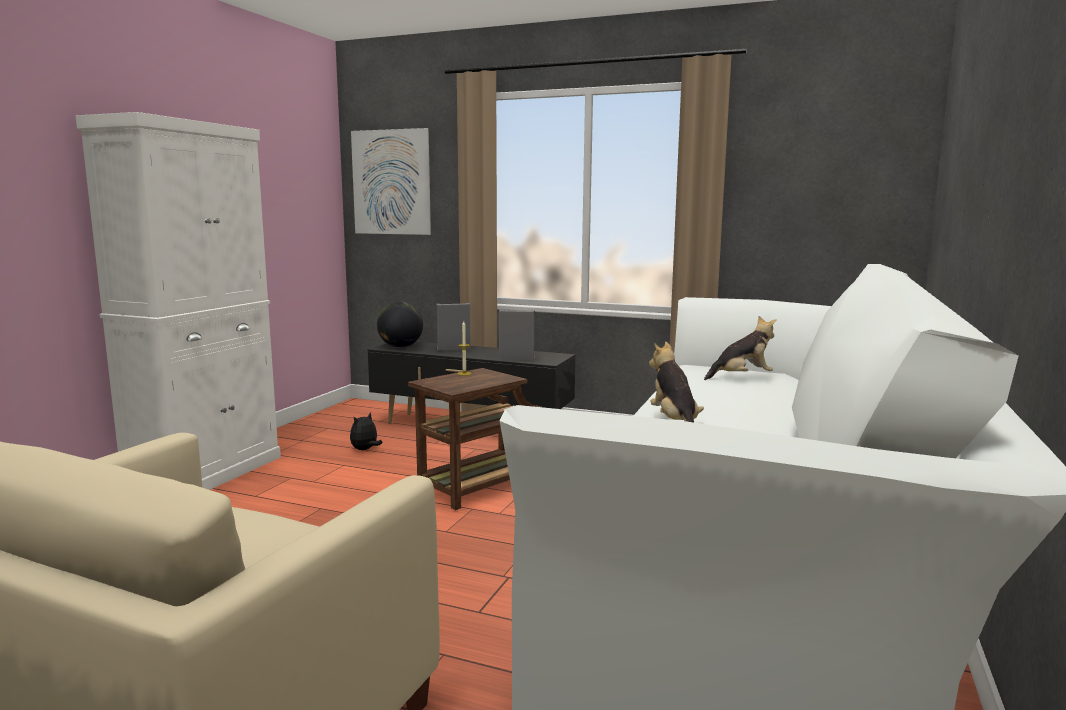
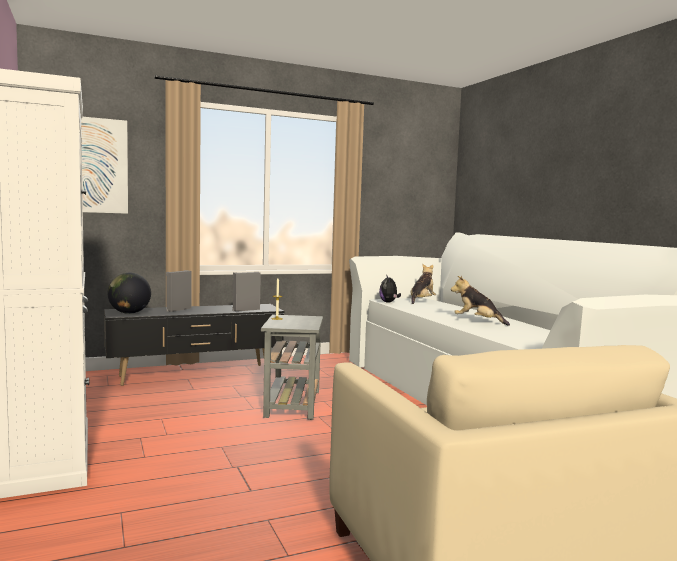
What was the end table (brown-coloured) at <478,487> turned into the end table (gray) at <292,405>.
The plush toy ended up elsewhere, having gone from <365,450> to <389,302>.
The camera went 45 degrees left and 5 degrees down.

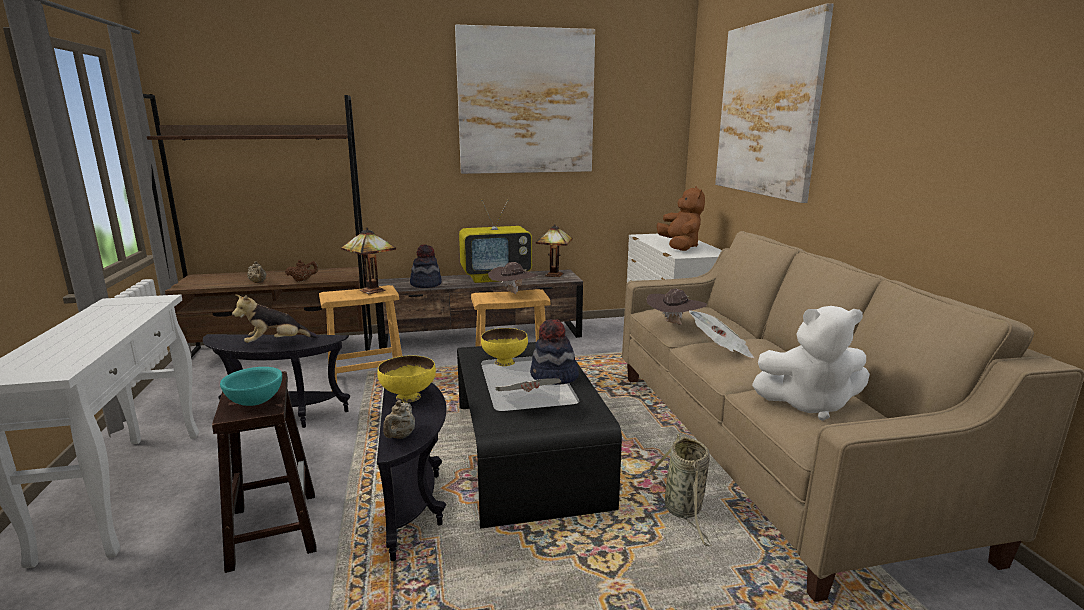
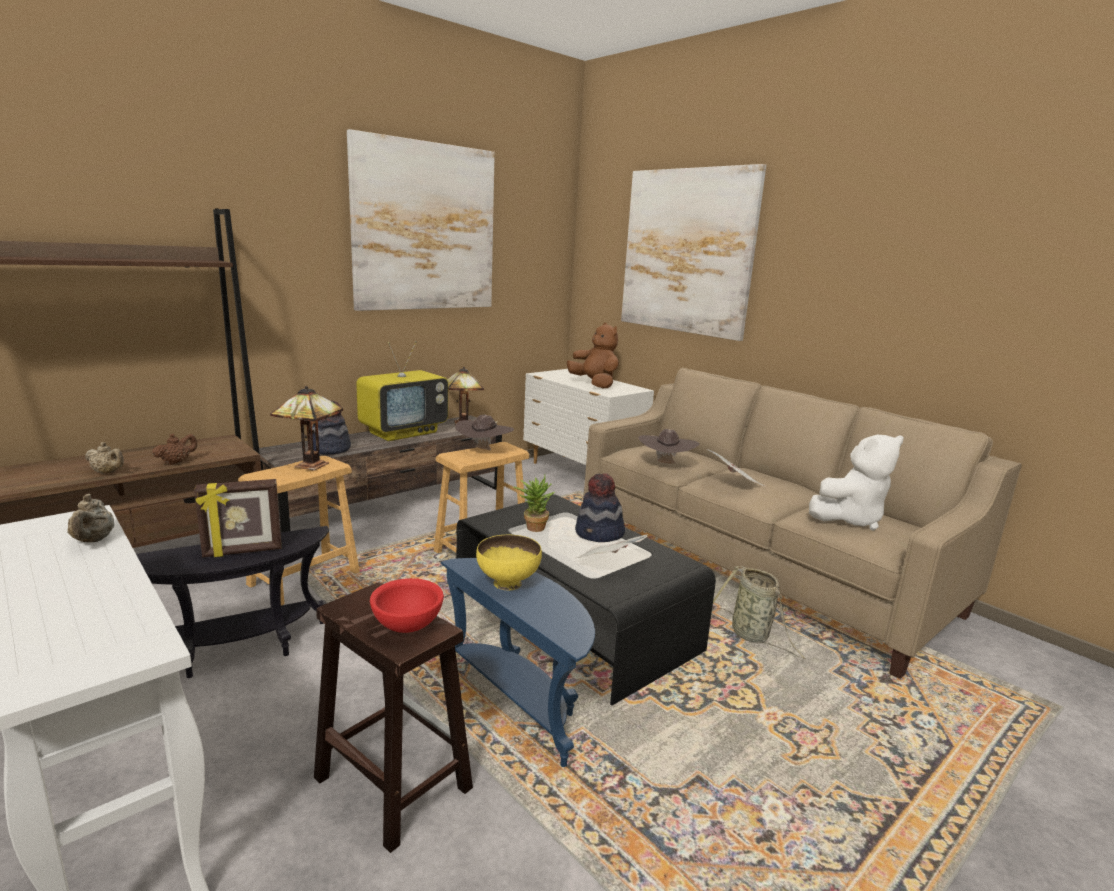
The teapot (beige) ended up elsewhere, having gone from <400,436> to <93,540>.
Where the plush toy stood at <276,343>, the photo frame came to stand at <242,552>.
What was the bowl (turquoise) at <254,402> turned into the bowl (red-coloured) at <407,626>.
What was the end table (black-coloured) at <415,502> turned into the end table (blue-coloured) at <519,701>.
Where the bowl (yellow-coloured) stood at <505,362>, the potted plant came to stand at <533,526>.
The camera went 30 degrees left and 0 degrees up.

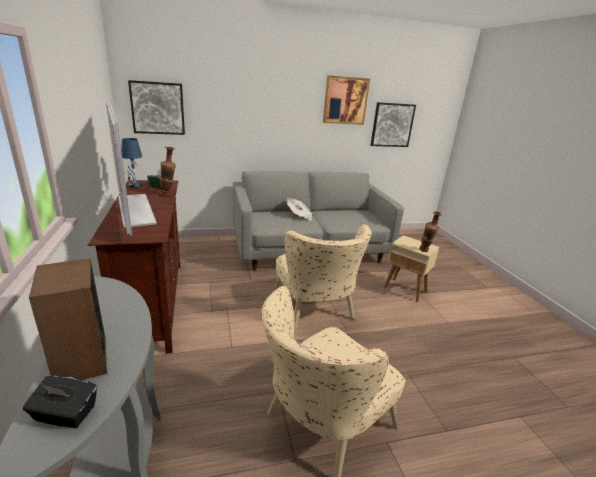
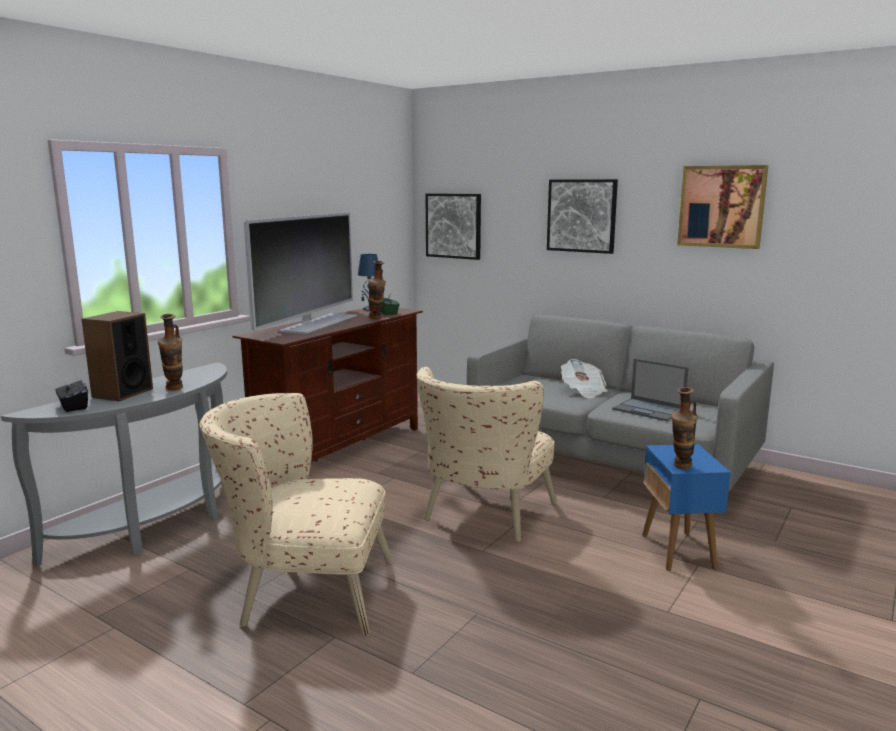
The second view gained the vase at <174,389>.
The wall picture ended up elsewhere, having gone from <392,125> to <581,215>.
The second view gained the portable computer at <649,410>.
What was the end table (beige) at <405,290> turned into the end table (blue-coloured) at <678,551>.
The camera went 50 degrees right and 10 degrees down.

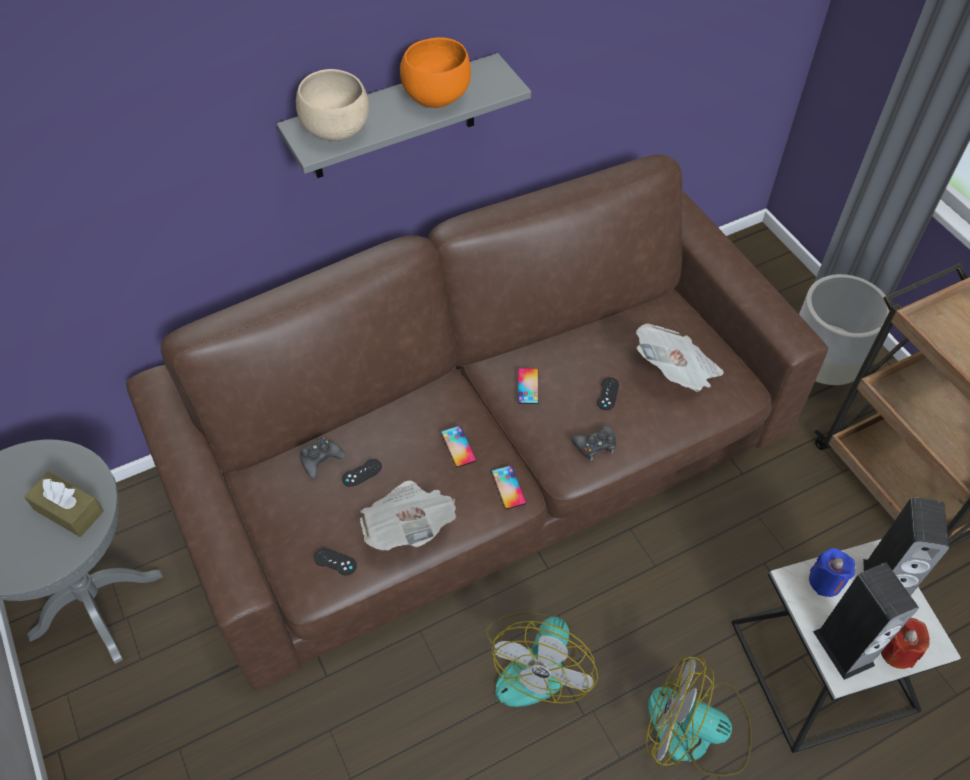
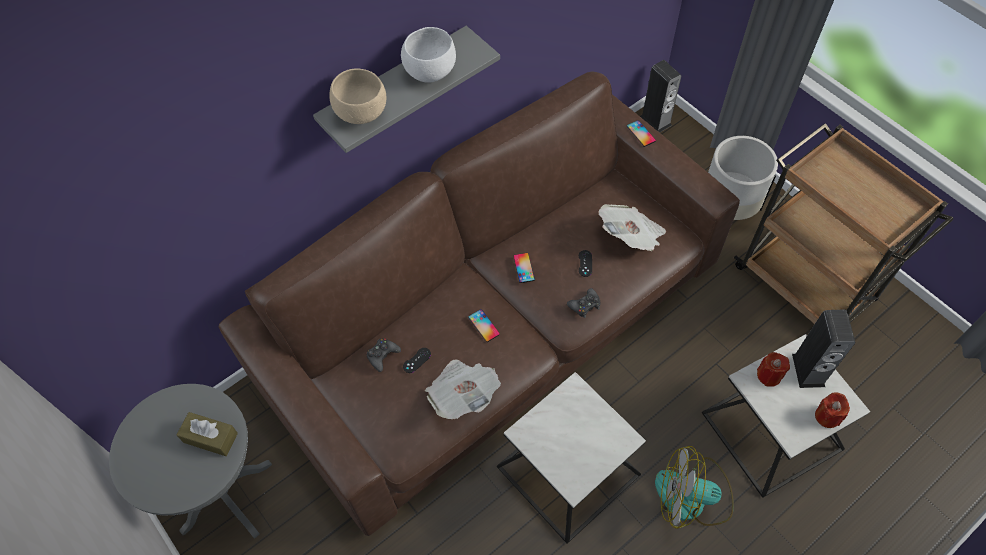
What was the bowl (orangey) at <435,97> turned into the bowl (white-coloured) at <429,72>.
Where the cooling fan stood at <537,662>, the end table came to stand at <569,471>.
The handset ended up elsewhere, having gone from <508,487> to <641,133>.
The loudspeaker ended up elsewhere, having gone from <843,648> to <655,121>.
What was the wax light (blue-coloured) at <825,581> turned into the wax light (red-coloured) at <769,375>.
The second view lost the joypad (black-coloured) at <335,561>.
The camera went 10 degrees left and 5 degrees up.

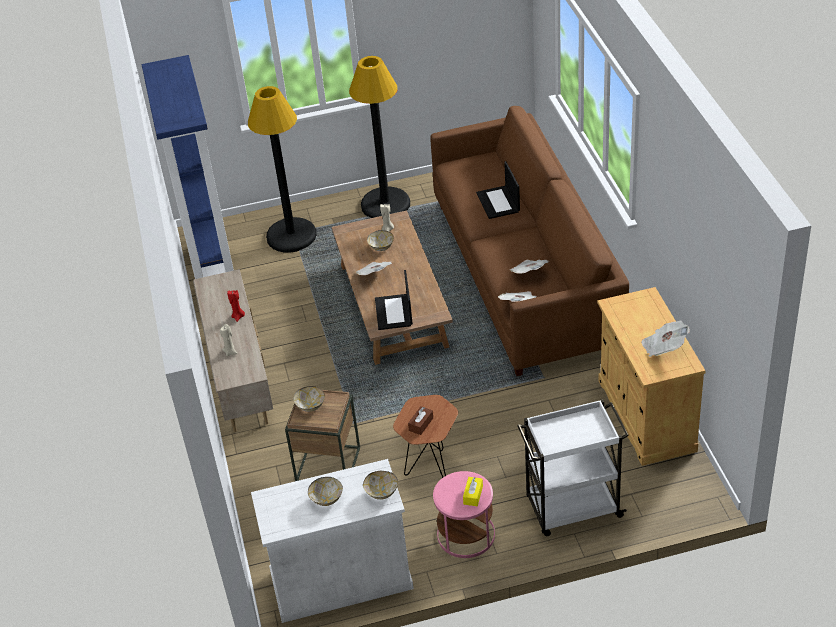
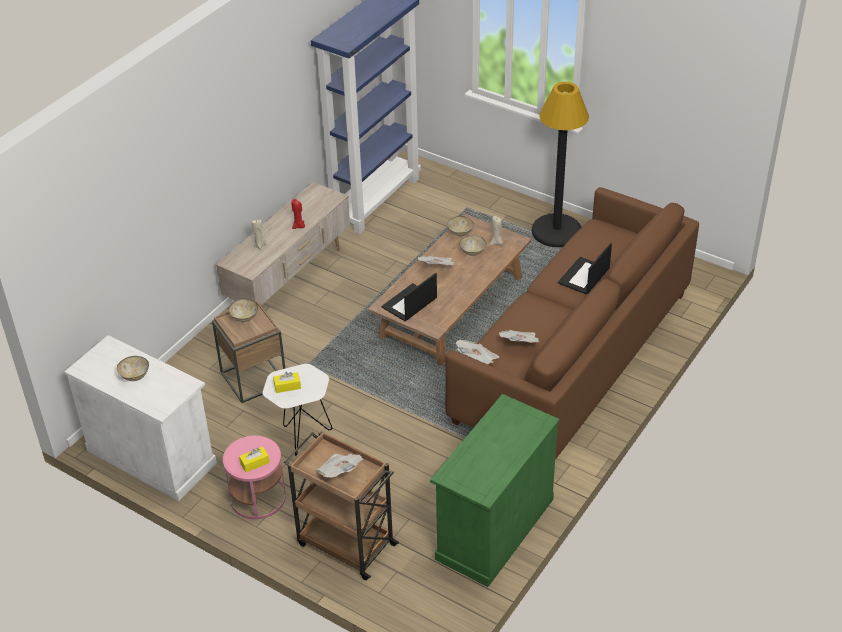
What was the end table (brown-coloured) at <431,471> turned into the end table (white-coloured) at <302,437>.
What was the tissue holder (brown-coloured) at <421,424> turned into the tissue holder (yellow-coloured) at <287,386>.
What was the trolley (white-coloured) at <572,508> turned into the trolley (brown-coloured) at <345,543>.
The printed paper ended up elsewhere, having gone from <664,347> to <340,472>.
What was the storage cabinet (beige) at <646,415> turned into the storage cabinet (green) at <494,528>.
The bowl ended up elsewhere, having gone from <382,492> to <460,232>.
The second view lost the standing lamp (black-coloured) at <291,236>.
The camera went 45 degrees right and 0 degrees up.

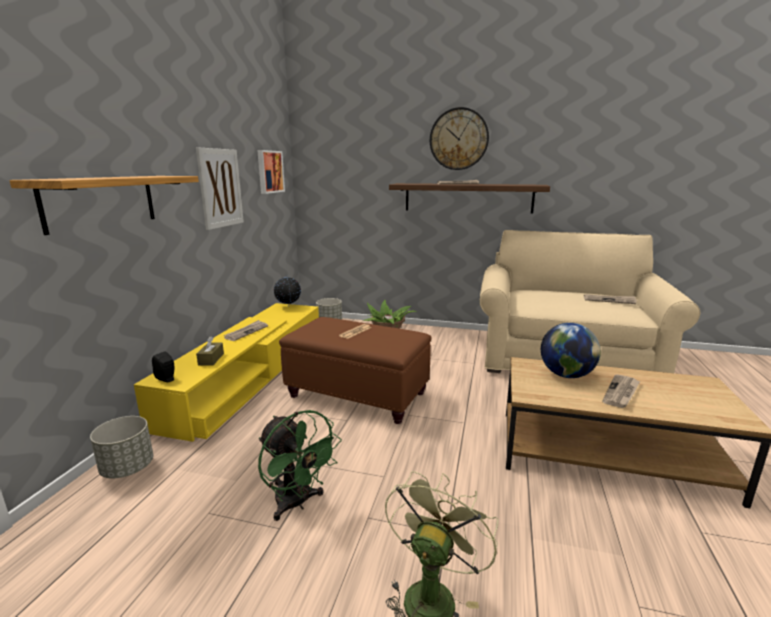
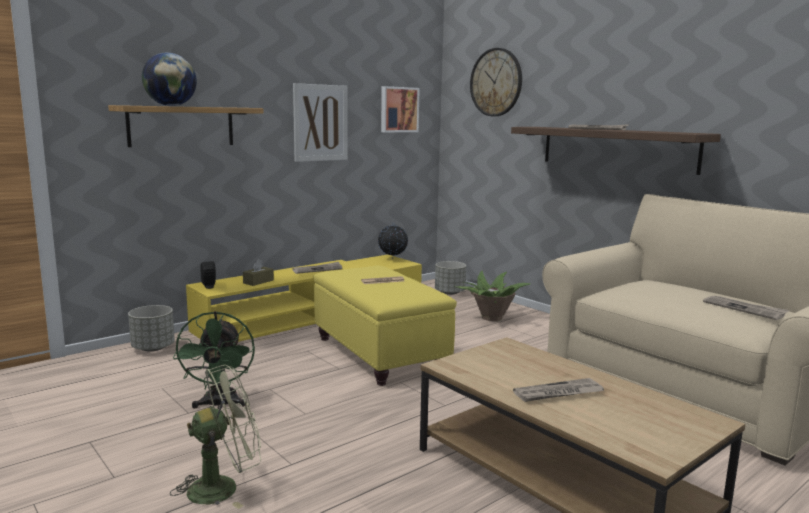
The globe ended up elsewhere, having gone from <566,375> to <171,106>.
What was the footrest (brown-coloured) at <358,395> turned into the footrest (yellow-coloured) at <380,354>.
The hanging clock ended up elsewhere, having gone from <459,139> to <496,82>.
The camera went 35 degrees right and 5 degrees down.

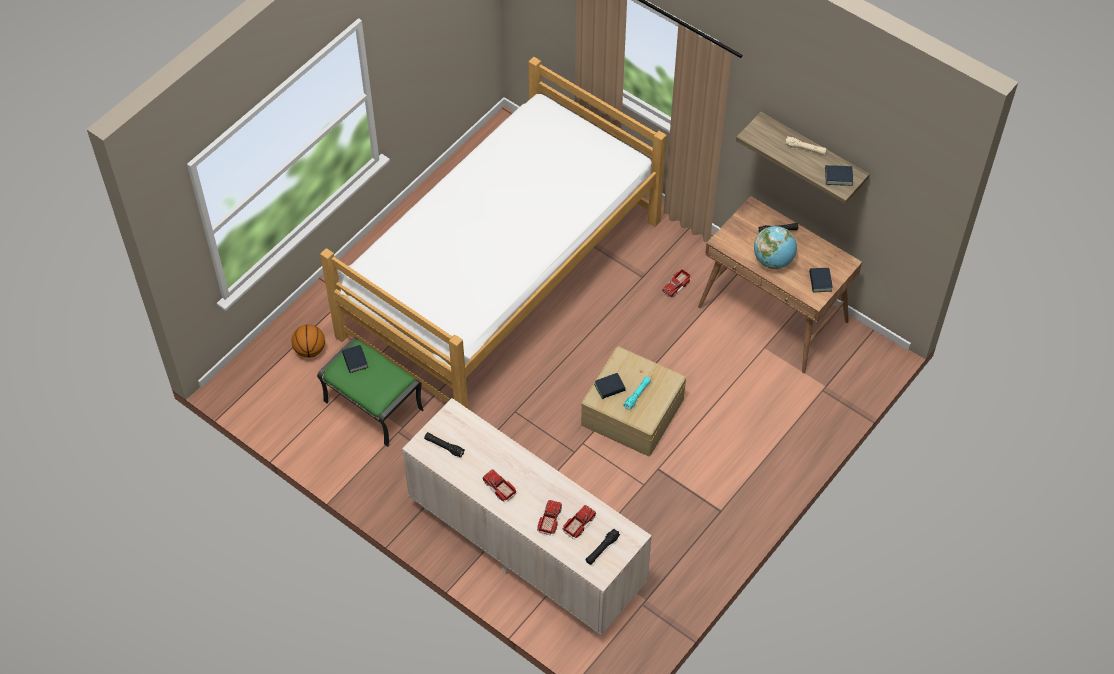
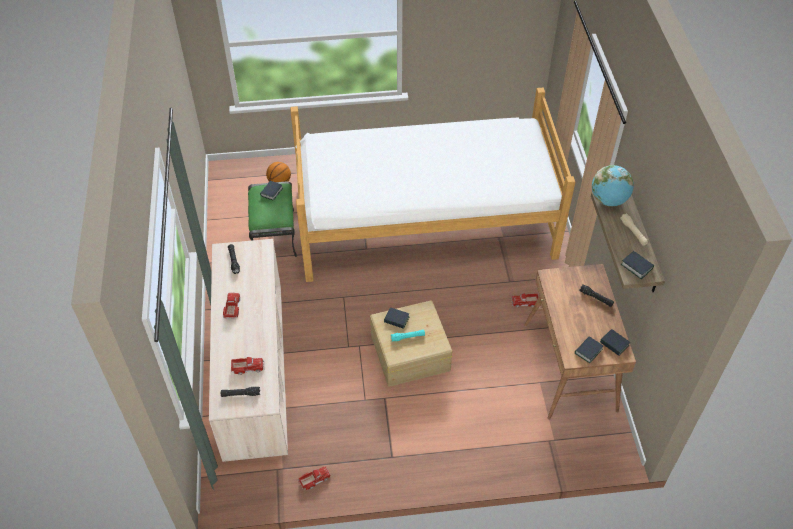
The toy lorry ended up elsewhere, having gone from <550,519> to <315,479>.
The globe ended up elsewhere, having gone from <773,260> to <608,200>.
The second view gained the bound book at <614,344>.
The camera went 45 degrees right and 5 degrees down.

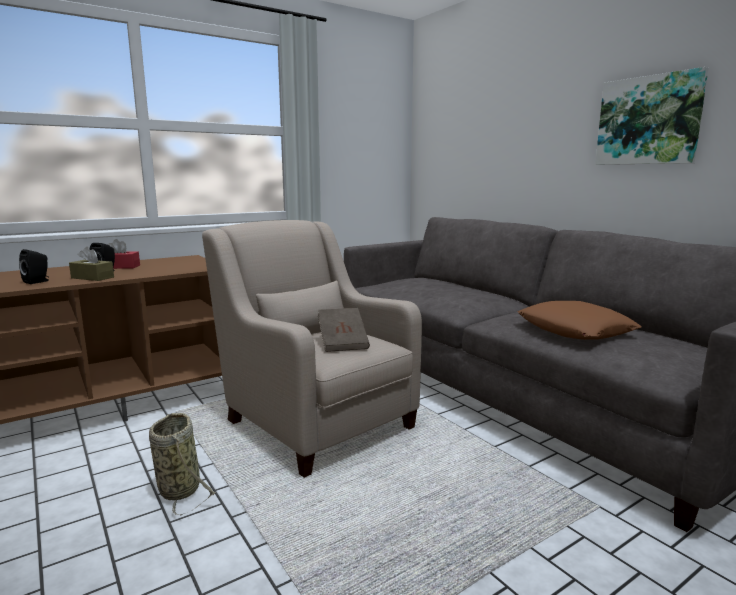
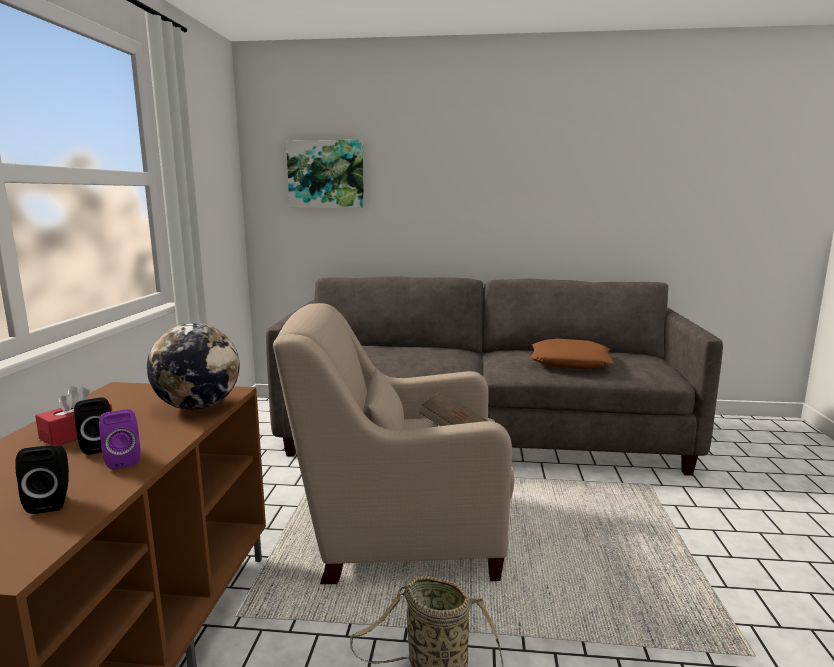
Where the tissue holder (brown-coloured) stood at <92,277>, the loudspeaker (purplish) came to stand at <123,460>.
The second view gained the globe at <198,407>.
The wall picture ended up elsewhere, having gone from <648,120> to <326,174>.
The camera went 50 degrees left and 0 degrees up.

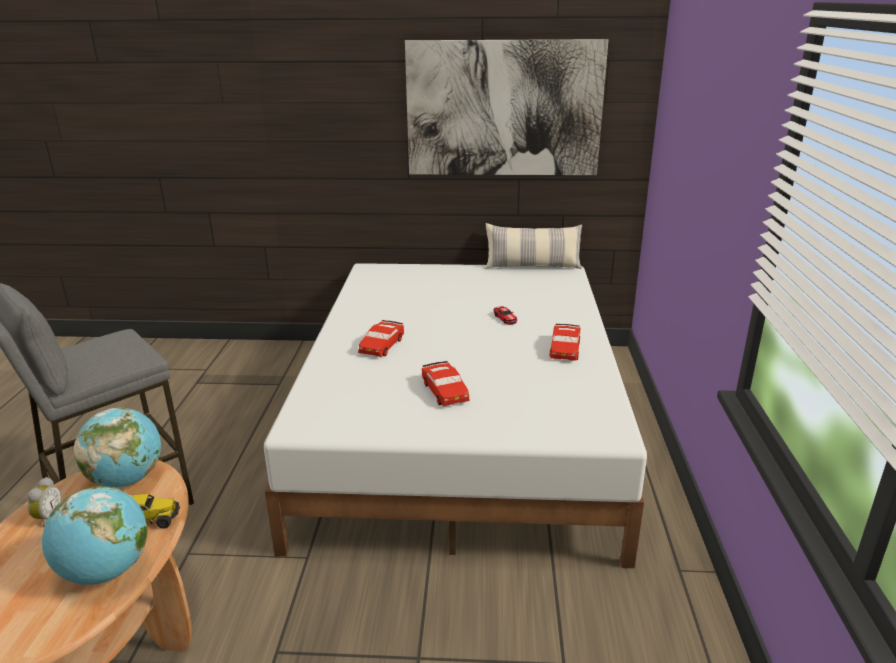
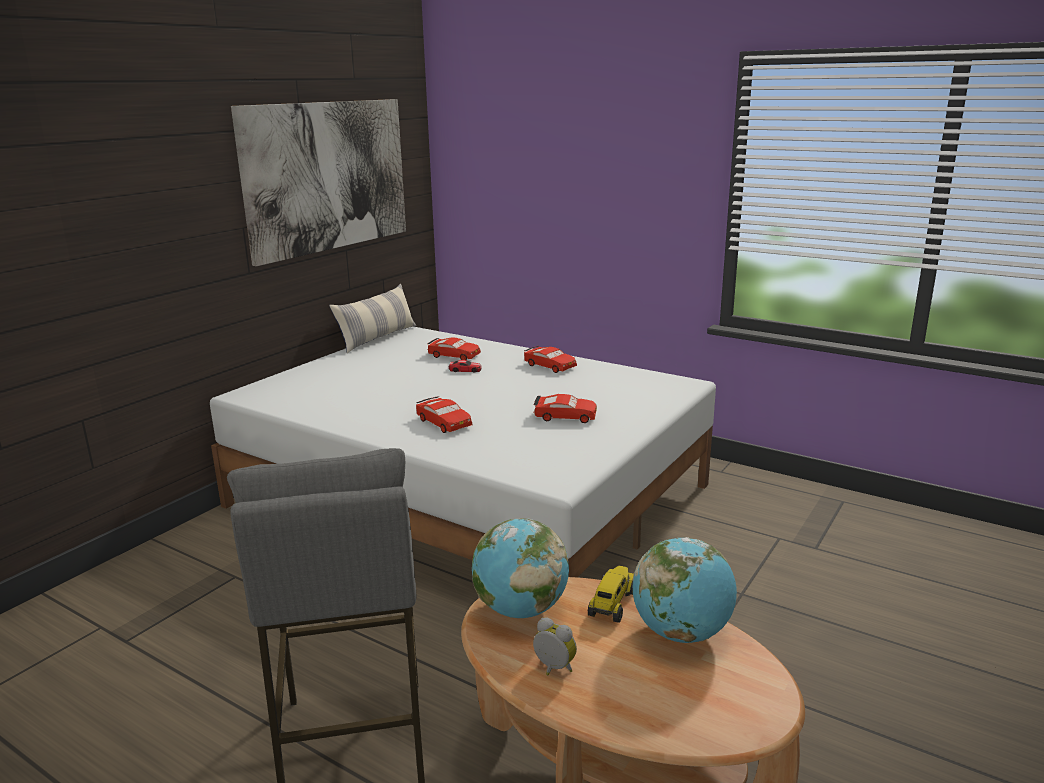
The second view gained the miniature car (red-coloured) at <454,355>.
The camera went 60 degrees left and 5 degrees down.

